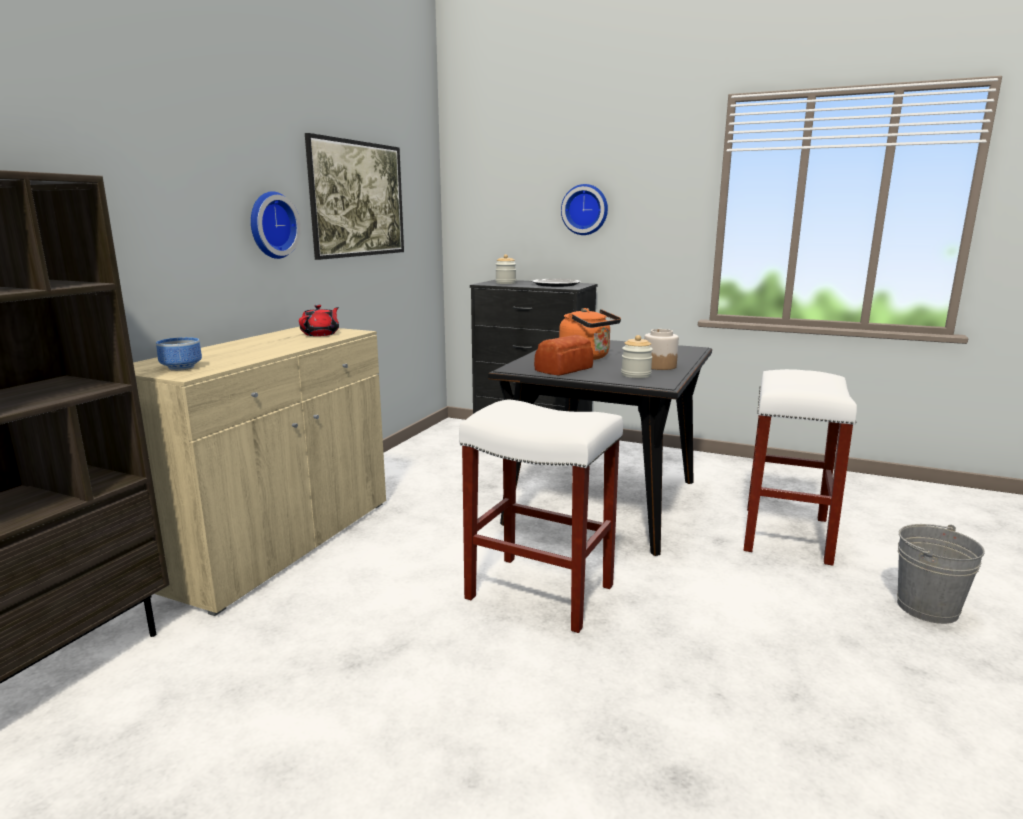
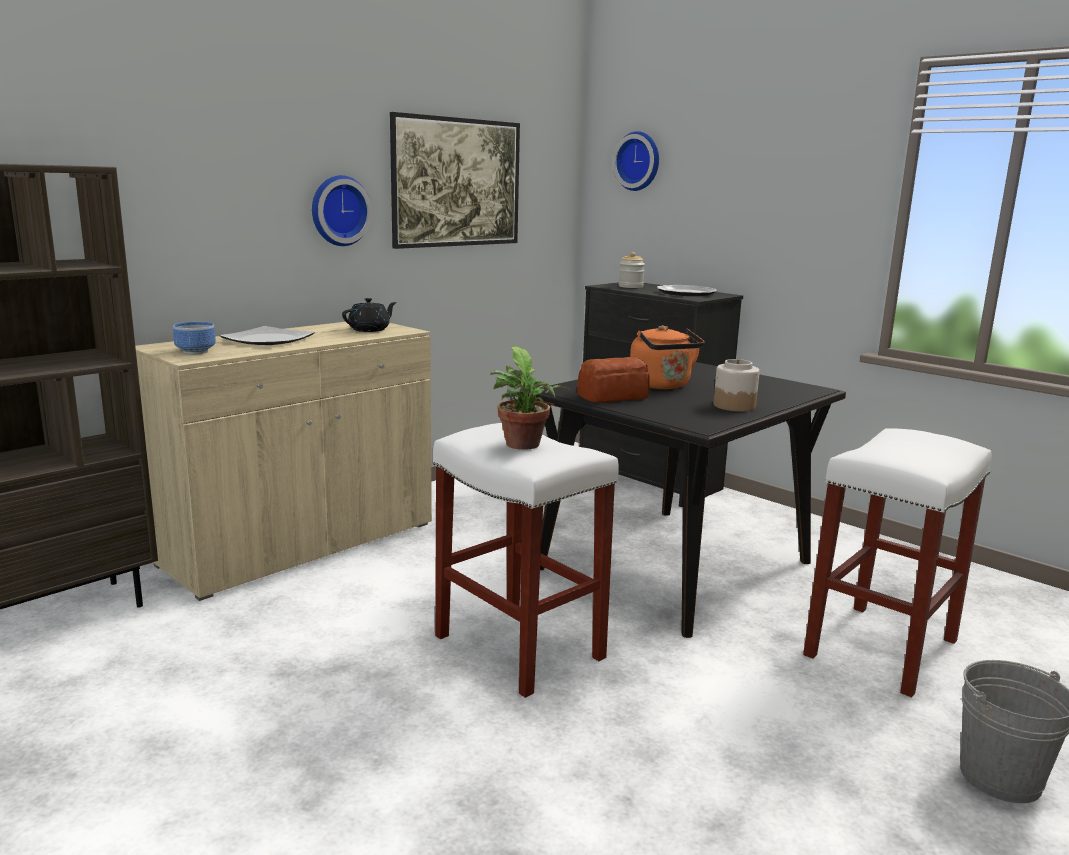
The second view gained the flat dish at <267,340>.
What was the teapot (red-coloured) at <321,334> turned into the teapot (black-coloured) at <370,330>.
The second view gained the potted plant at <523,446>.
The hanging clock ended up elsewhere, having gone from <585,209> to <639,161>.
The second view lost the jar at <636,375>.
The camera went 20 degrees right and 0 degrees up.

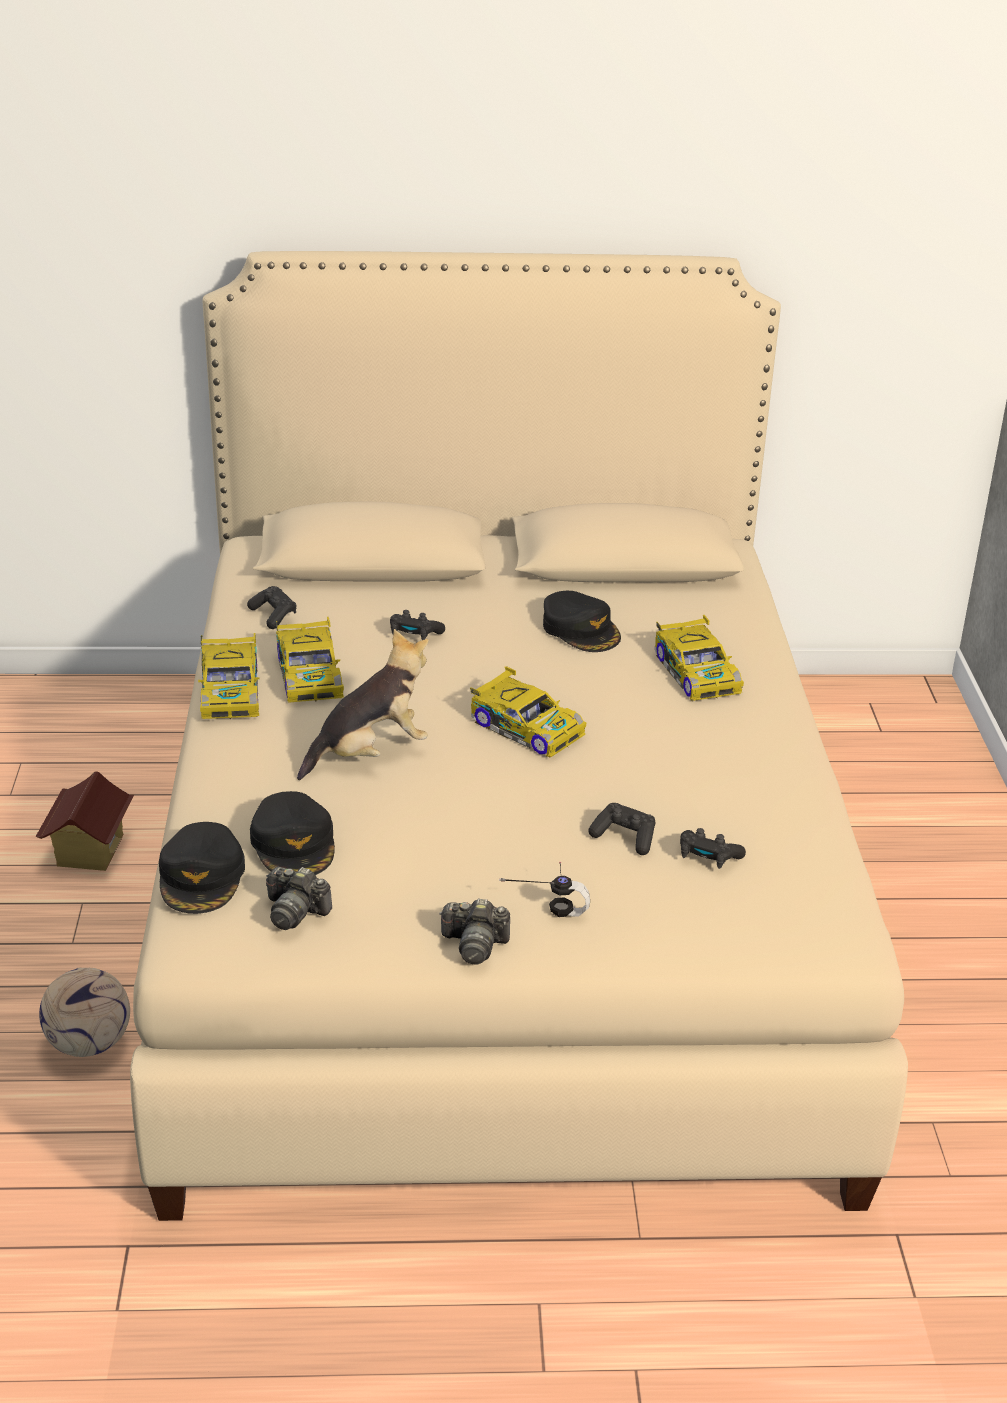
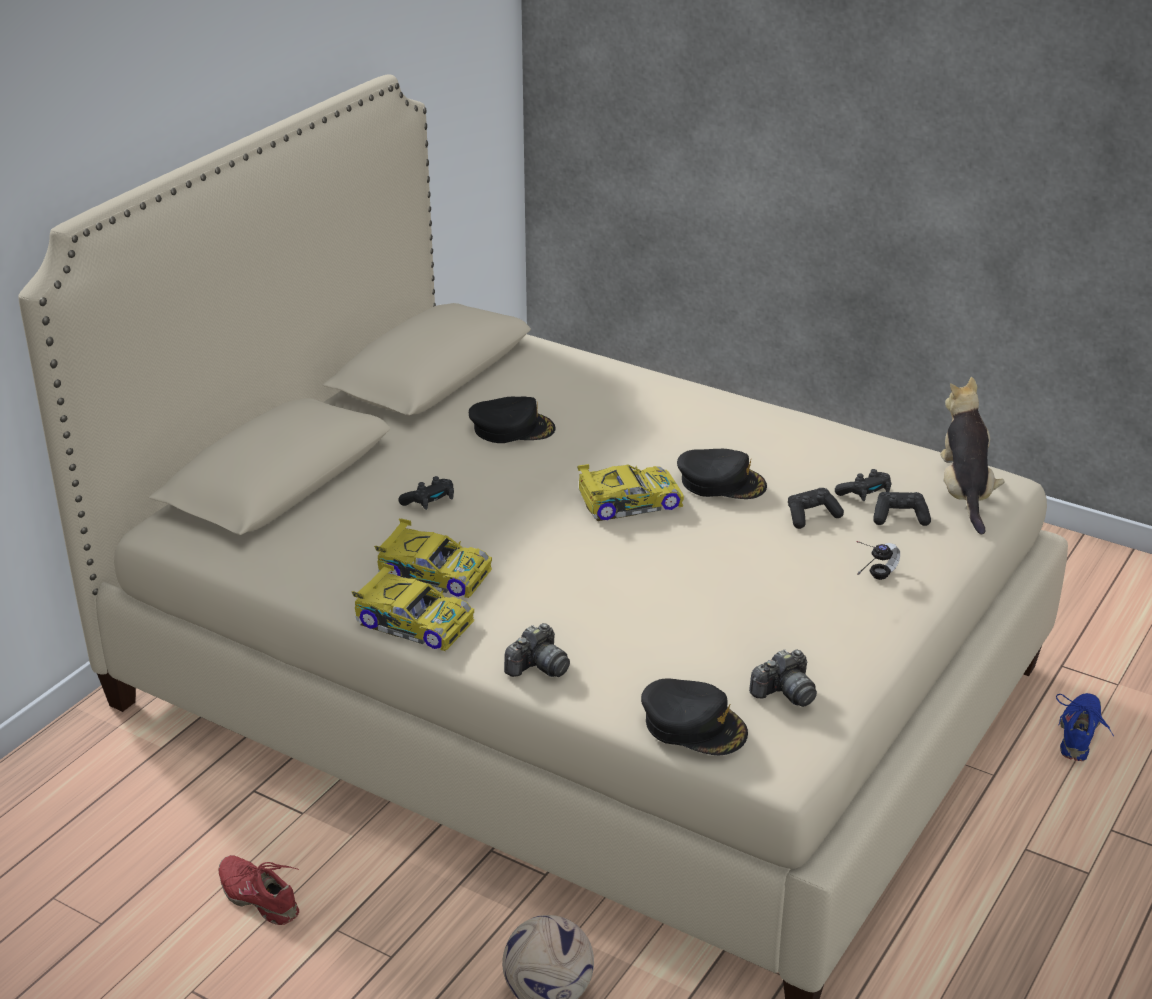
Where the model house stood at <89,850>, the low shoe (red-coloured) came to stand at <259,897>.
The still camera ended up elsewhere, having gone from <474,945> to <538,667>.
The cap (black-coloured) ended up elsewhere, having gone from <294,844> to <721,482>.
The joypad (black-coloured) ended up elsewhere, having gone from <273,615> to <900,517>.
The plush toy ended up elsewhere, having gone from <370,753> to <964,494>.
The second view gained the low shoe (blue-coloured) at <1080,734>.
The second view lost the miniature car at <696,672>.
The camera went 55 degrees left and 0 degrees up.

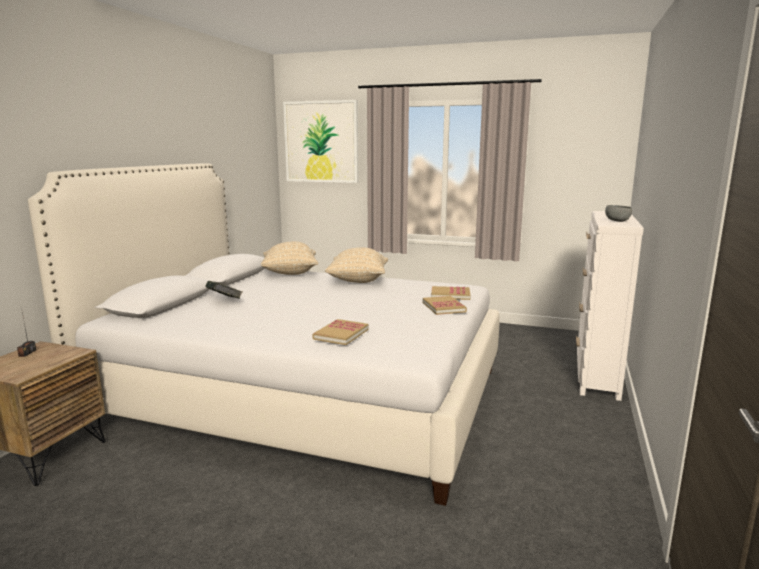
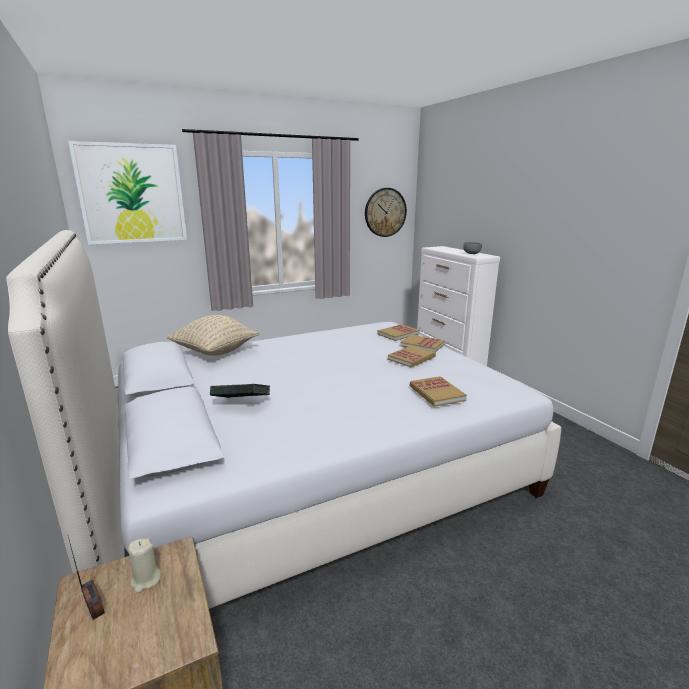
The second view gained the wax light (beige) at <146,580>.
The second view gained the hanging clock at <385,212>.
The second view gained the bound book at <411,358>.
The second view lost the cushion (beige) at <358,281>.
The camera went 45 degrees left and 5 degrees up.

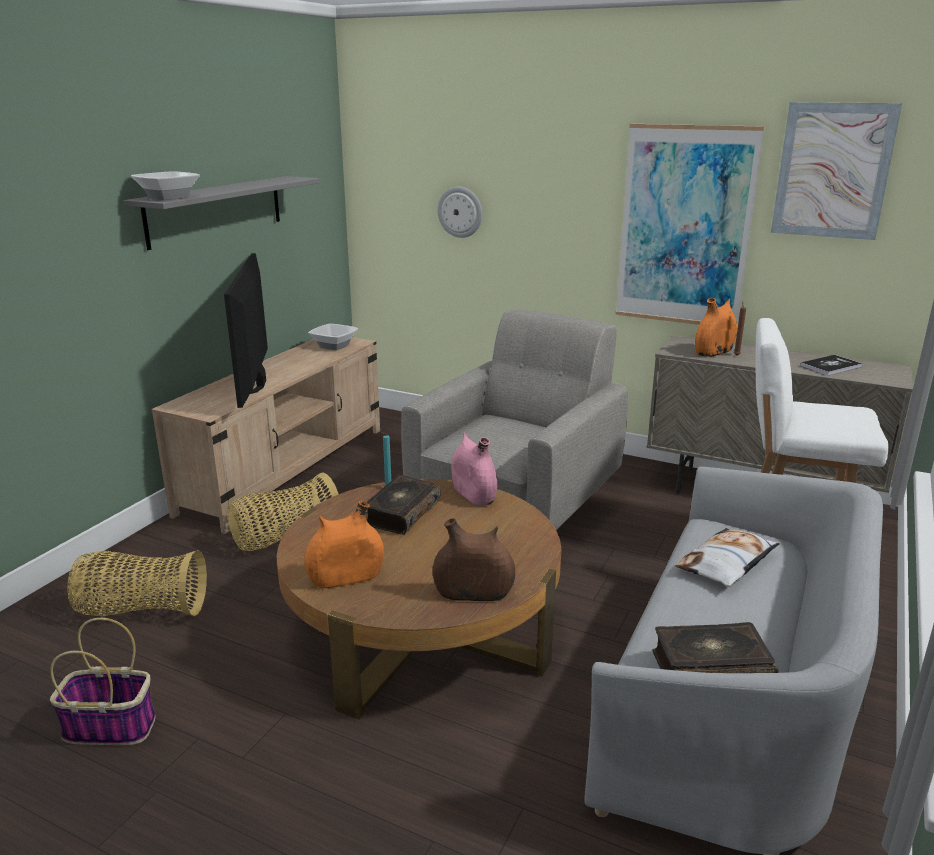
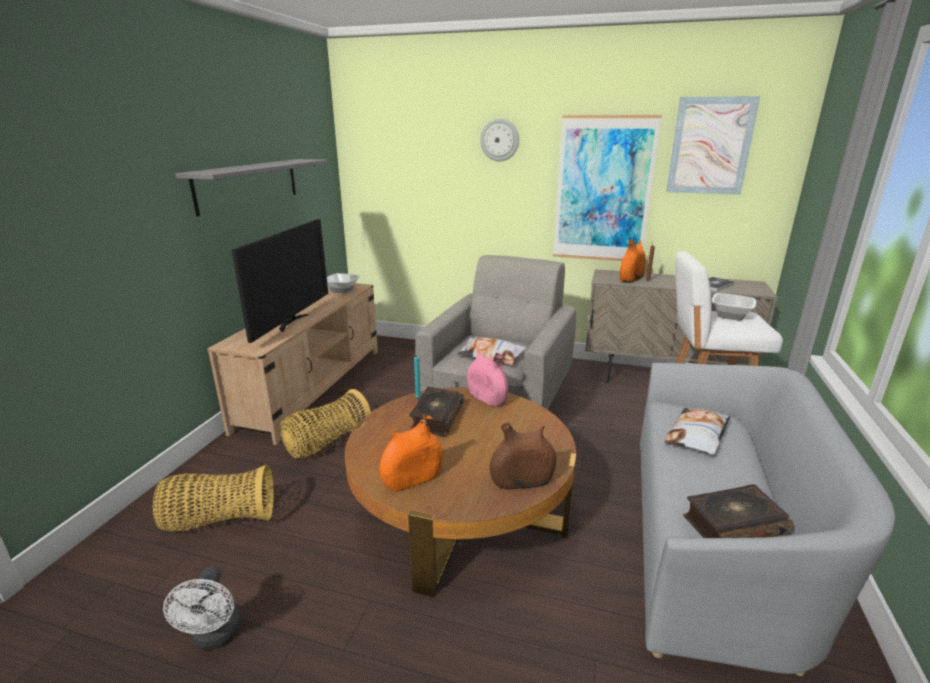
Where the storage basket stood at <112,727>, the cooling fan (white-coloured) came to stand at <215,637>.
The television at <257,384> ended up facing another way, 150 degrees counterclockwise from before.
The second view gained the cushion at <491,355>.
The hanging clock ended up elsewhere, having gone from <460,212> to <499,140>.
The bowl ended up elsewhere, having gone from <169,197> to <731,315>.
The camera went 10 degrees left and 0 degrees up.

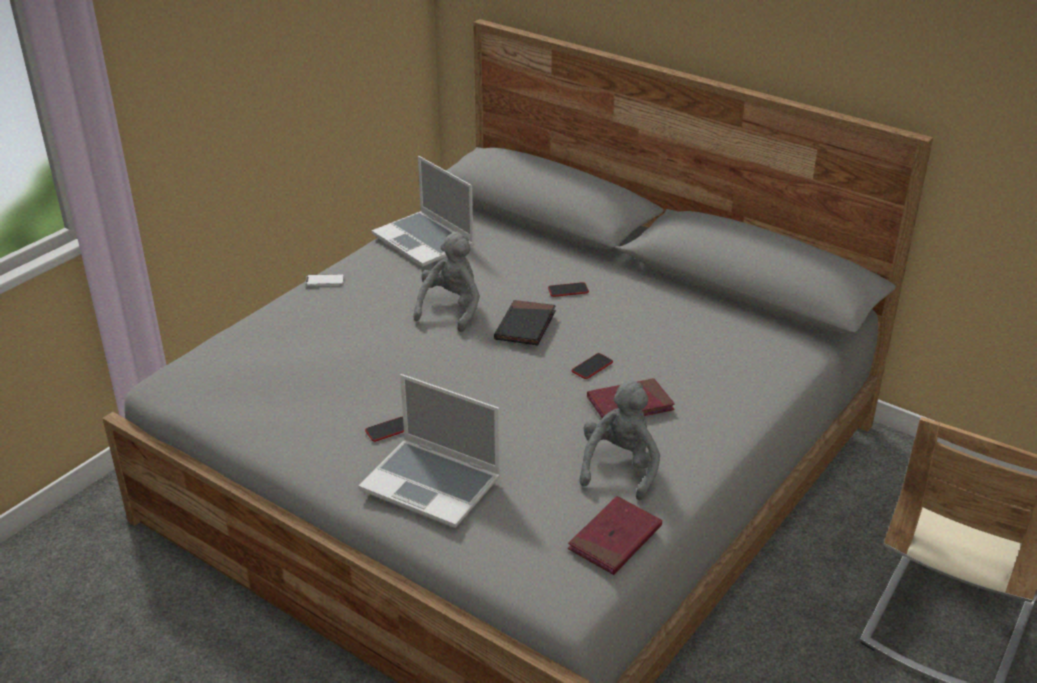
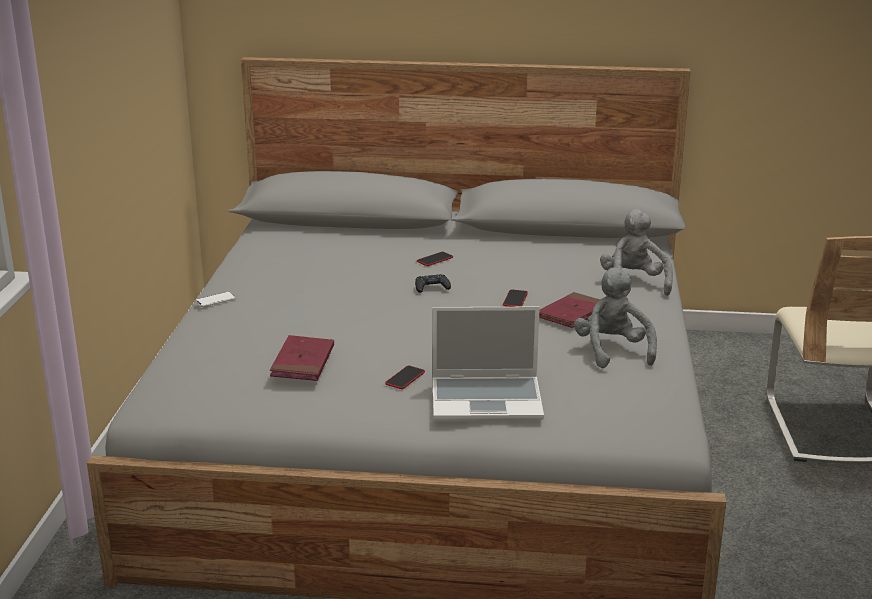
The bound book (red-coloured) ended up elsewhere, having gone from <615,538> to <303,362>.
Where the bound book (black-coloured) stood at <525,326>, the joypad (black-coloured) came to stand at <432,287>.
The plush toy (gray) ended up elsewhere, having gone from <451,309> to <633,284>.
The second view lost the portable computer at <425,241>.
The camera went 30 degrees left and 10 degrees down.

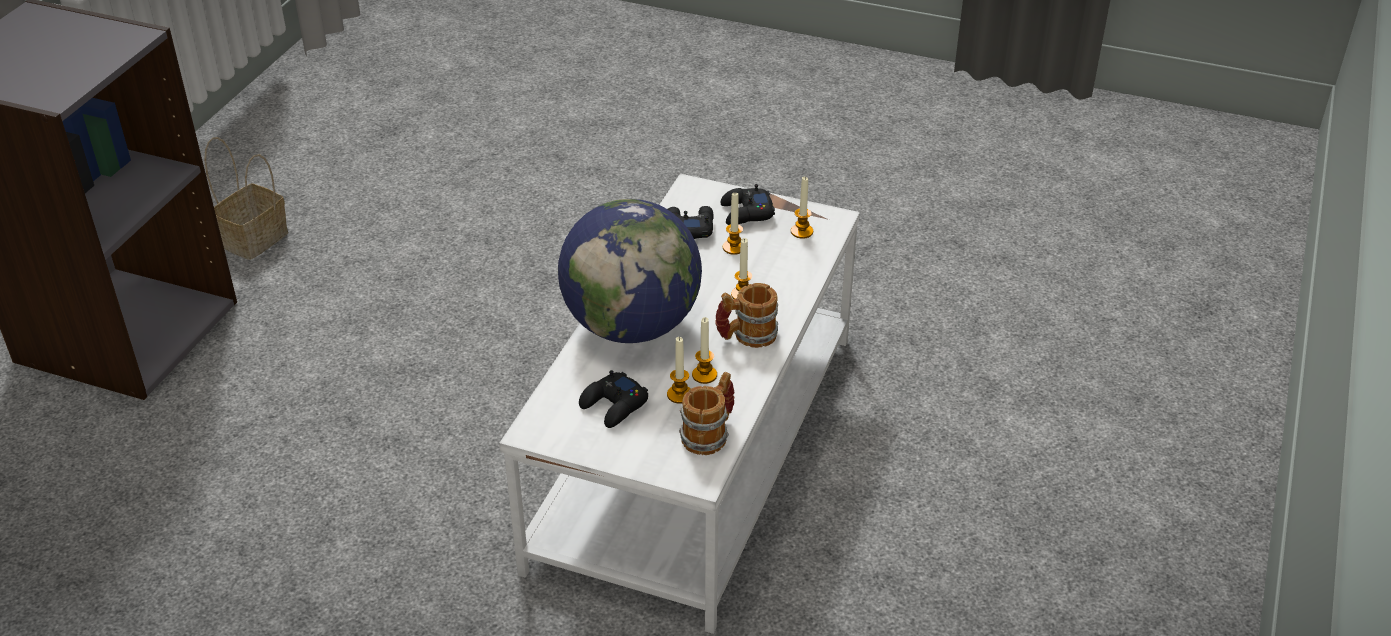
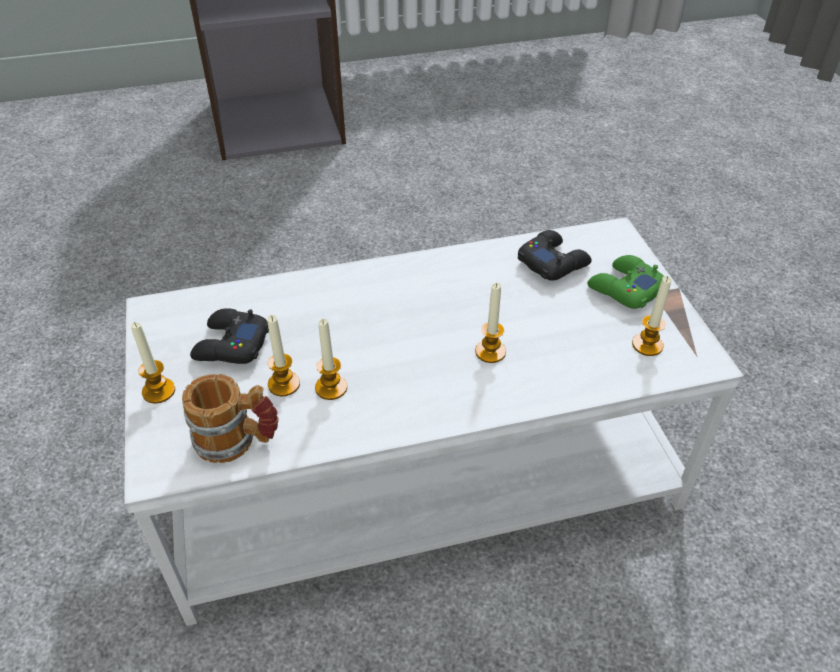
The wax light ended up elsewhere, having gone from <734,247> to <159,391>.
What was the joypad (black-coloured) at <746,213> turned into the joypad (green) at <624,289>.
The second view lost the storage basket at <255,238>.
The second view lost the globe at <632,326>.
The second view lost the coffee mug at <746,336>.
The camera went 55 degrees right and 5 degrees up.

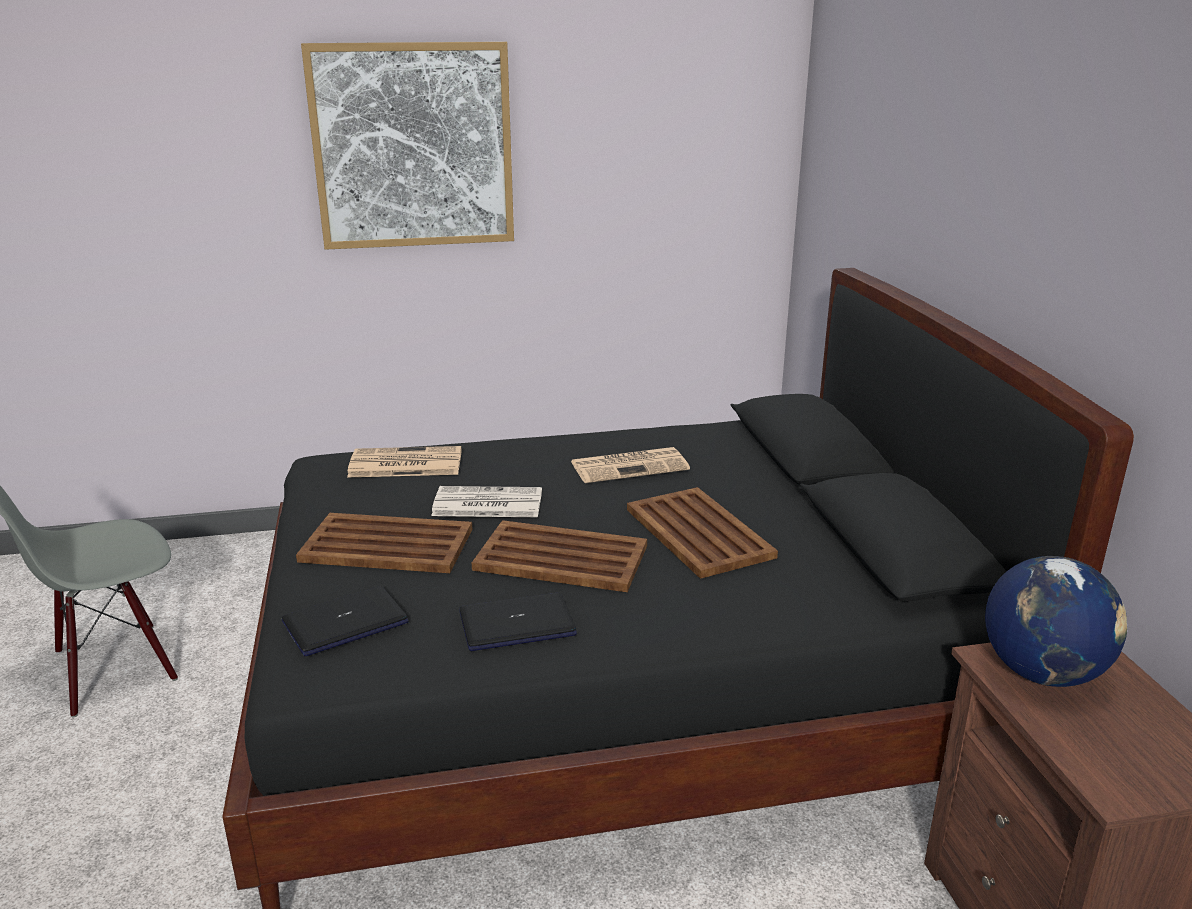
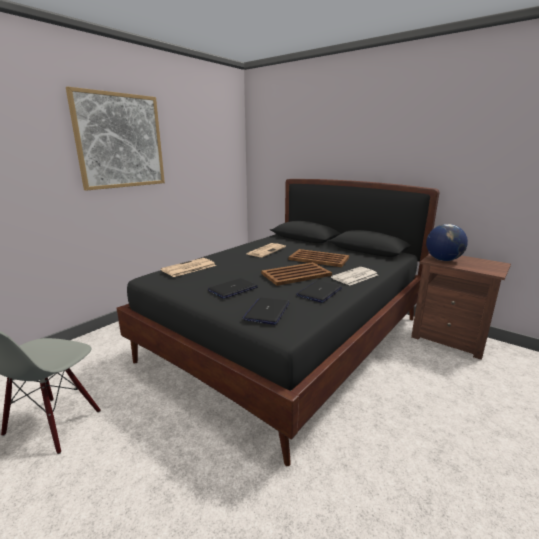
Where the carrying tray (brown-coloured) stood at <388,545>, the portable computer came to stand at <233,289>.
The printed paper ended up elsewhere, having gone from <486,504> to <354,277>.
The camera went 40 degrees left and 5 degrees down.

